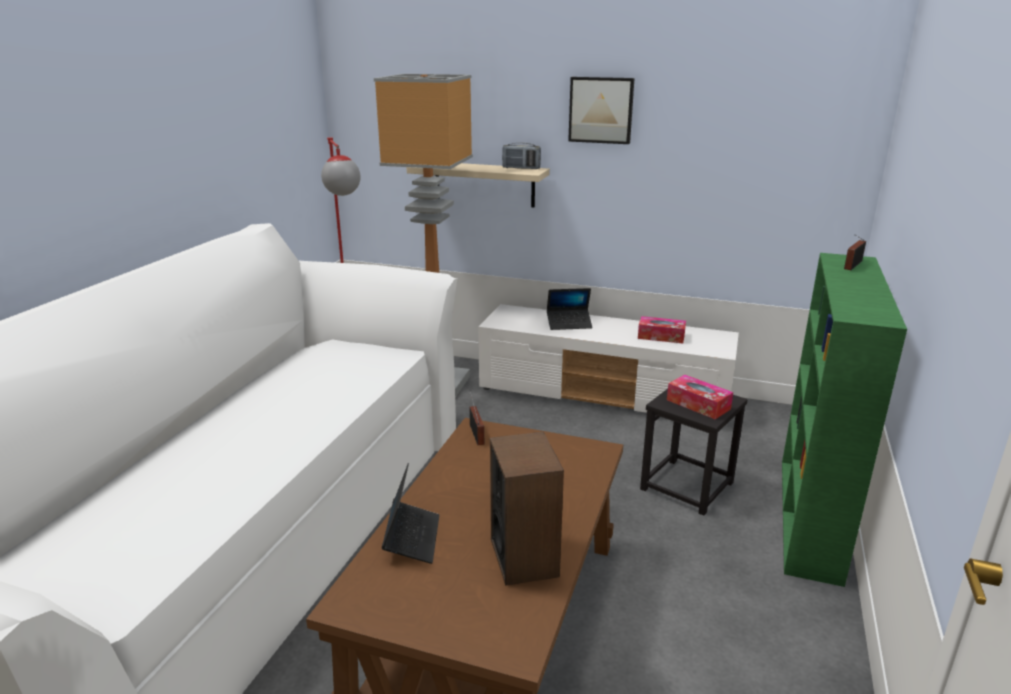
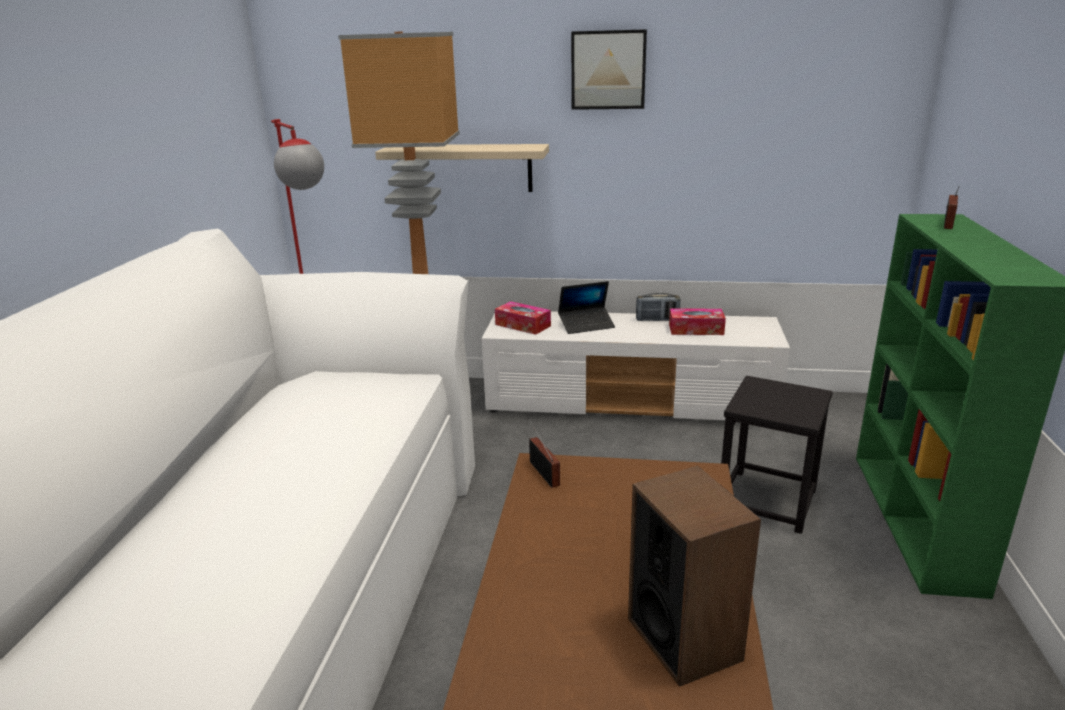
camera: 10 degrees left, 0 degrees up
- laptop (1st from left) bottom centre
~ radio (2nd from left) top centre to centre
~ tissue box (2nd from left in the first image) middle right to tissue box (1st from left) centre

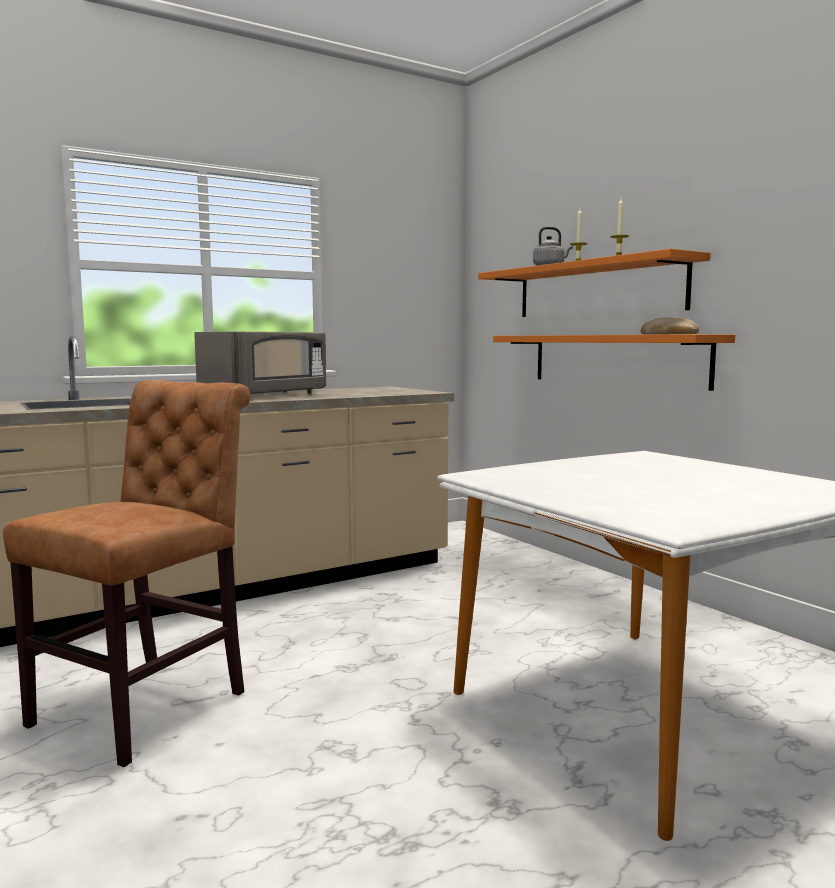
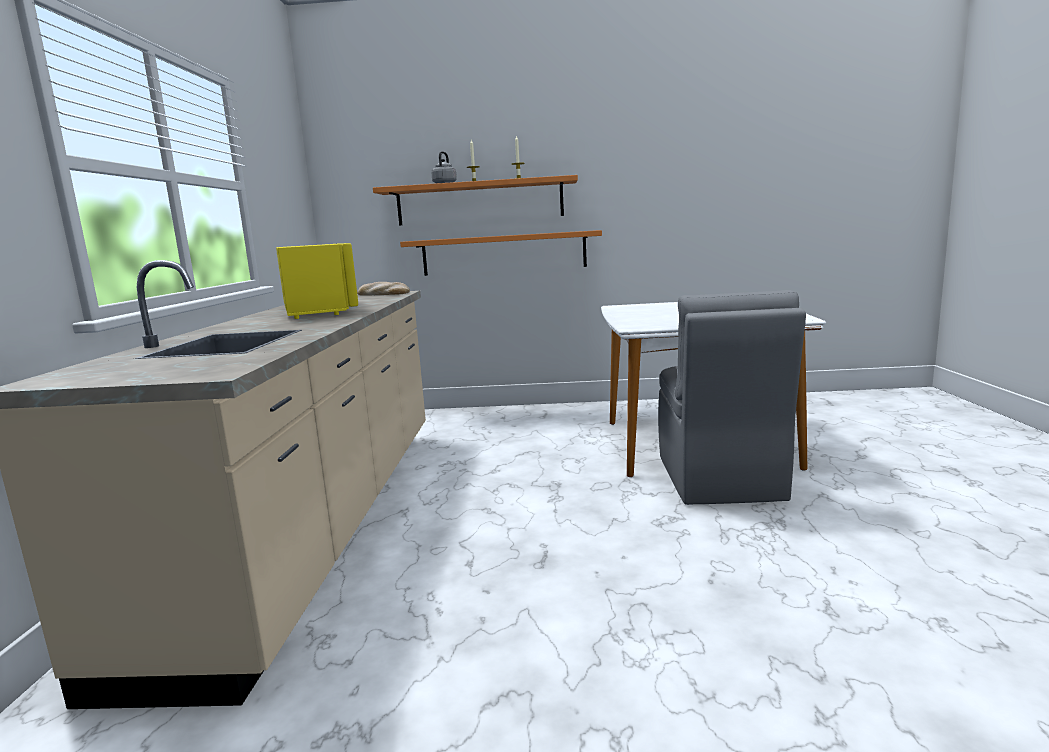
camera: 55 degrees left, 5 degrees up
- brown chair middle left
+ grey chair middle right
~ bread middle right to centre
~ grey microwave middle left to yellow microwave middle left

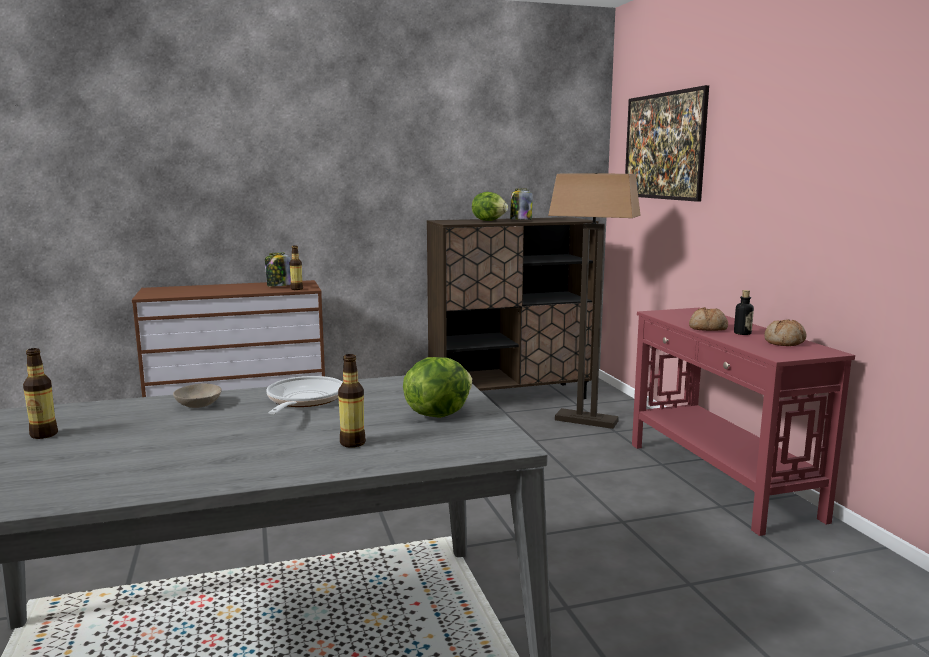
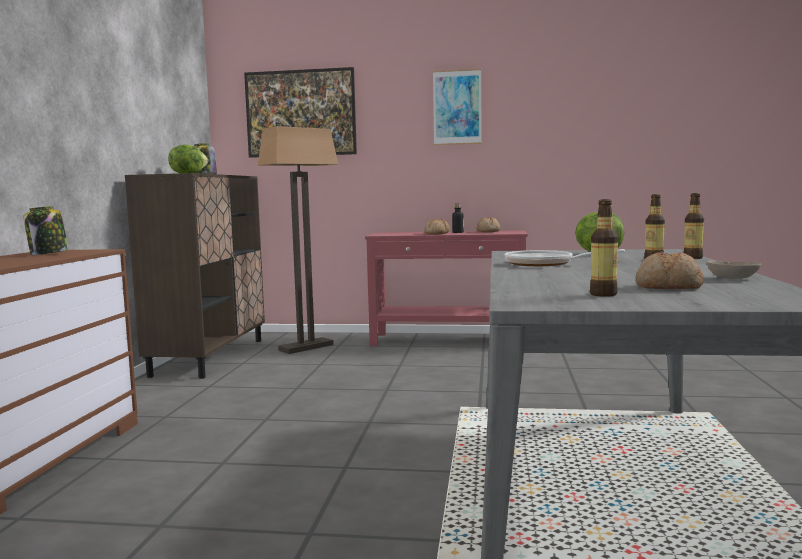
camera: 65 degrees left, 5 degrees down
+ picture (2nd from left) top centre
+ bread (3rd from left) middle right
~ beige bowl middle left to middle right
~ bottle (2nd from left in the first image) middle left to bottle (4th from left) middle right

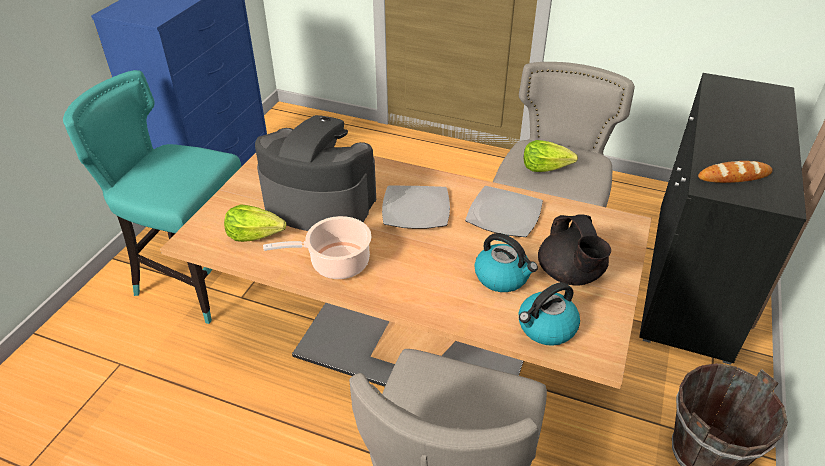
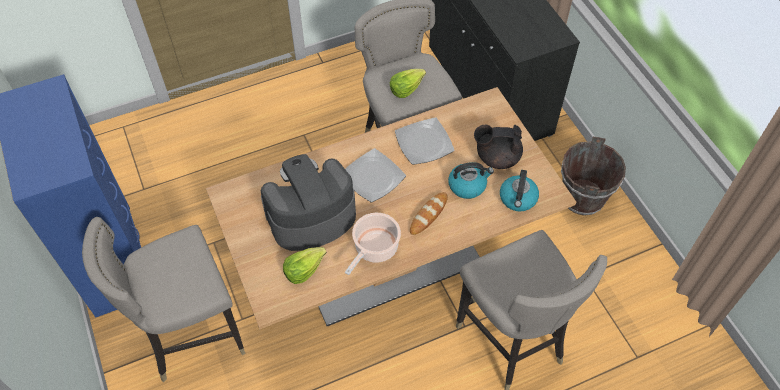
camera: 45 degrees left, 15 degrees up
~ bread middle right to centre
~ turquoise stool middle left to grey stool (1st from left) bottom left
~ black teapot middle right = centre 150 degrees clockwise

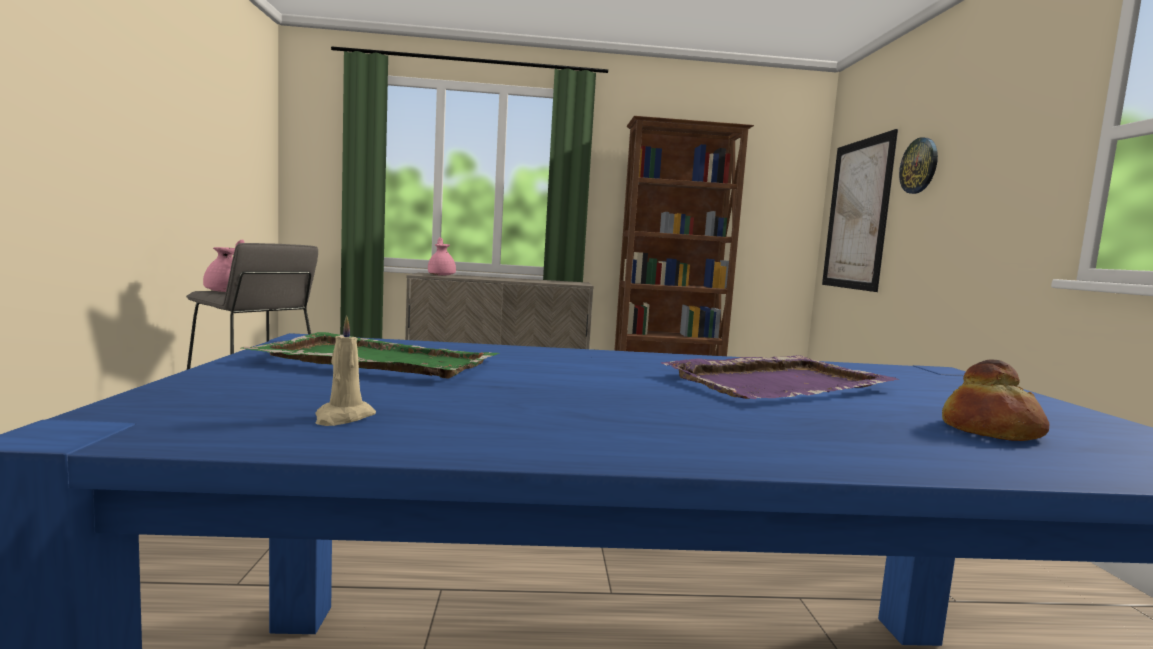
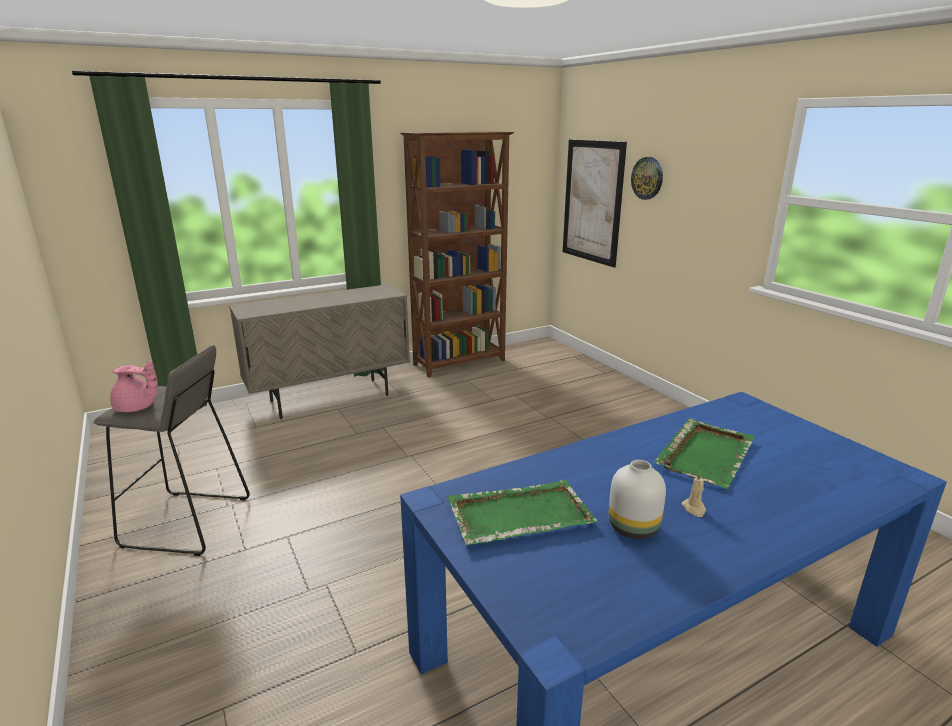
camera: 25 degrees left, 15 degrees up
- pink teapot (2nd from left) centre
- bread middle right
+ white vase bottom right
~ beige candle middle left to bottom right
~ purple tray middle right to green tray (2nd from left) middle right

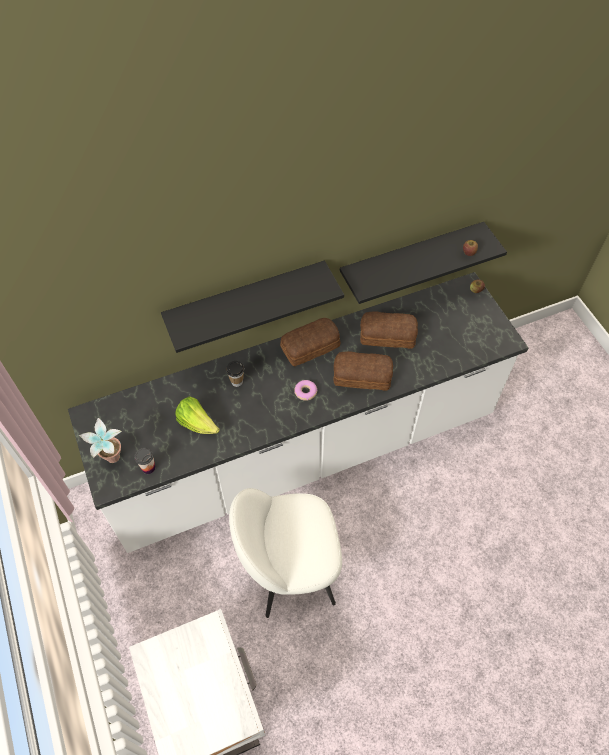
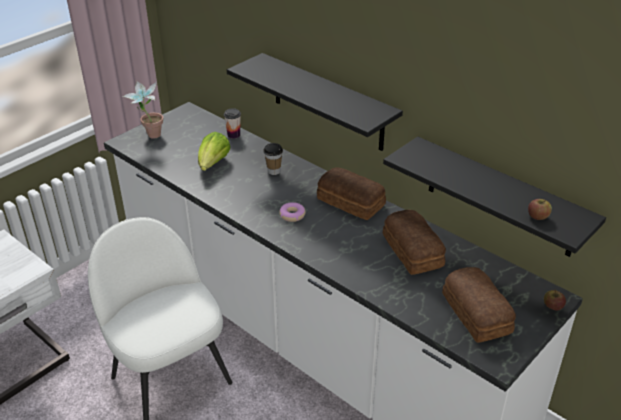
camera: 65 degrees right, 20 degrees down
~ cup (1st from left) middle left to top centre
~ bread (2nd from left in the first image) centre to bread (3rd from left) bottom right

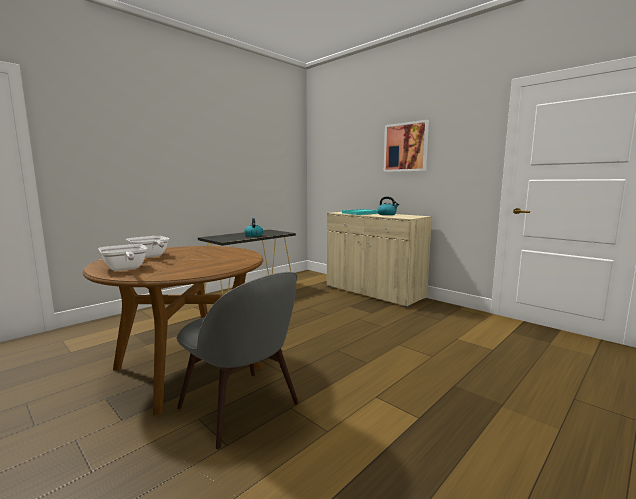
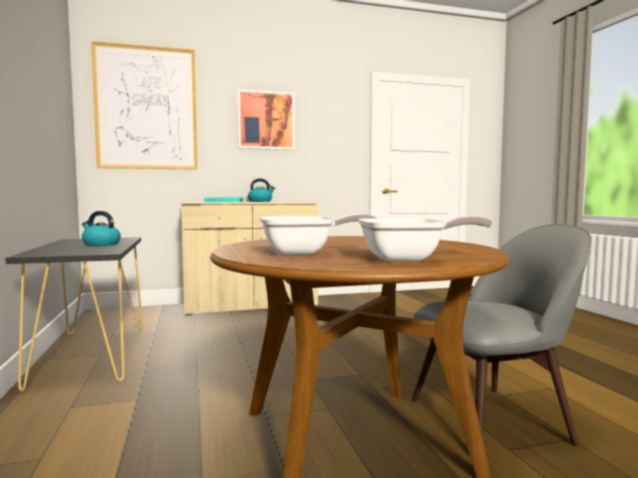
camera: 60 degrees left, 5 degrees down
+ picture (1st from left) top left

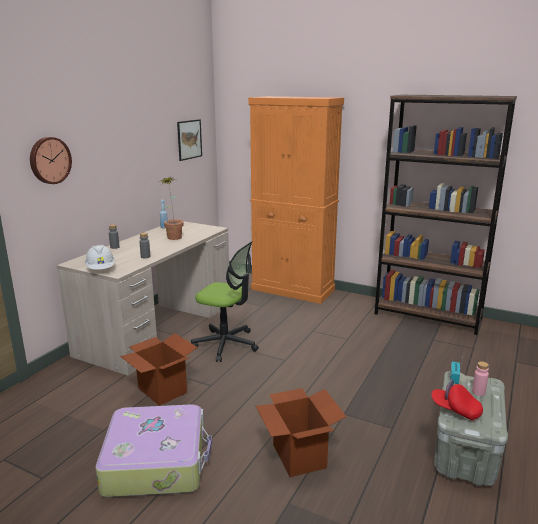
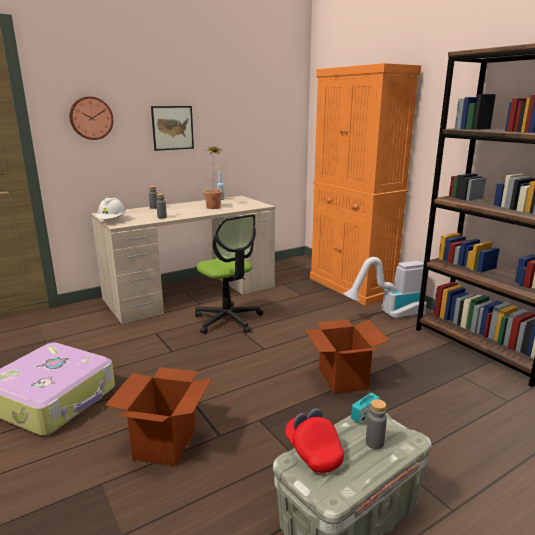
camera: 30 degrees right, 0 degrees up
+ vacuum cleaner middle right
~ cardboard box (1st from left in the first image) bottom left to cardboard box (2nd from left) centre
~ picture top centre to top left
~ pink bottle bottom right to grey bottle (3rd from left) bottom right

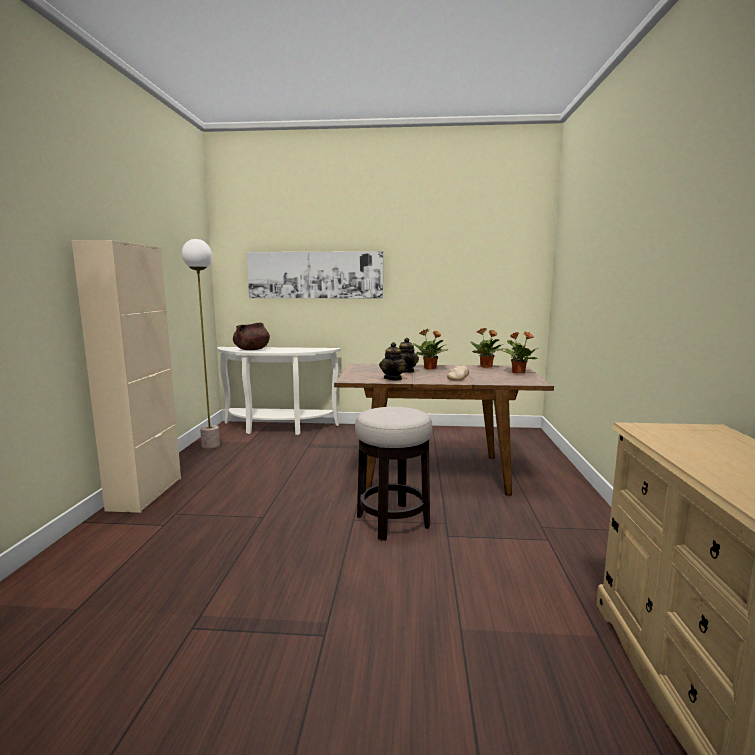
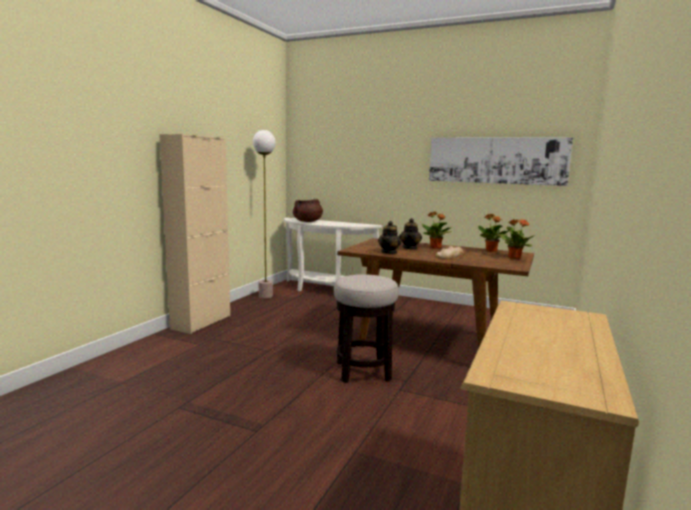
camera: 20 degrees right, 0 degrees up
~ picture centre to top right

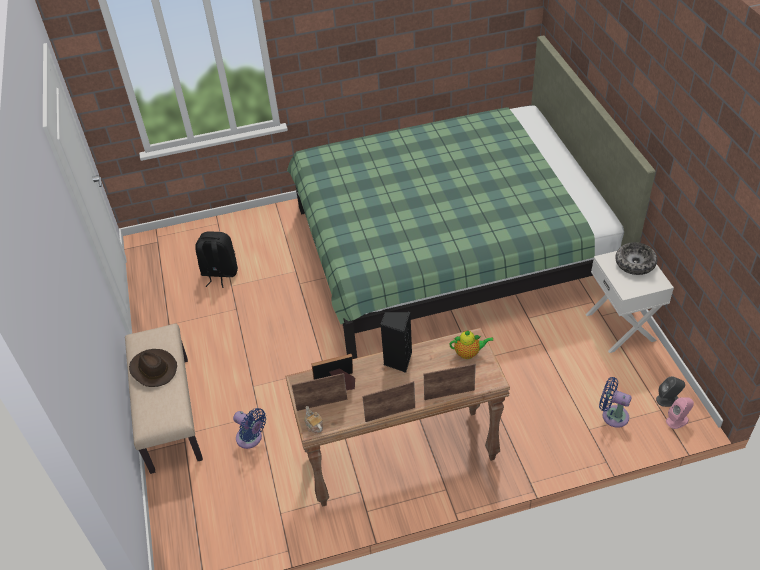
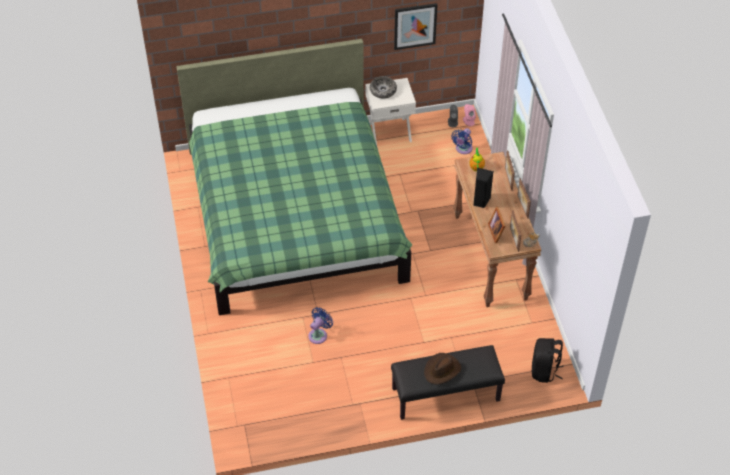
camera: 90 degrees left, 5 degrees up
+ picture top centre
~ black backpack middle left to bottom right
~ blue fan (1st from left) bottom left to bottom centre
~ beige bench bottom left to black bench bottom centre

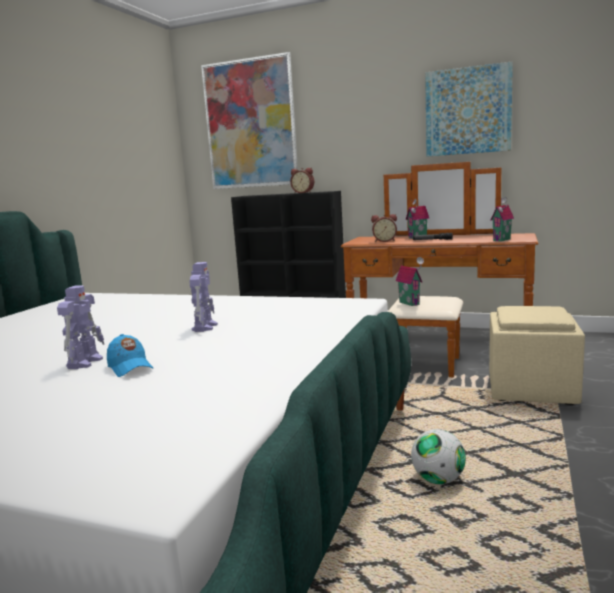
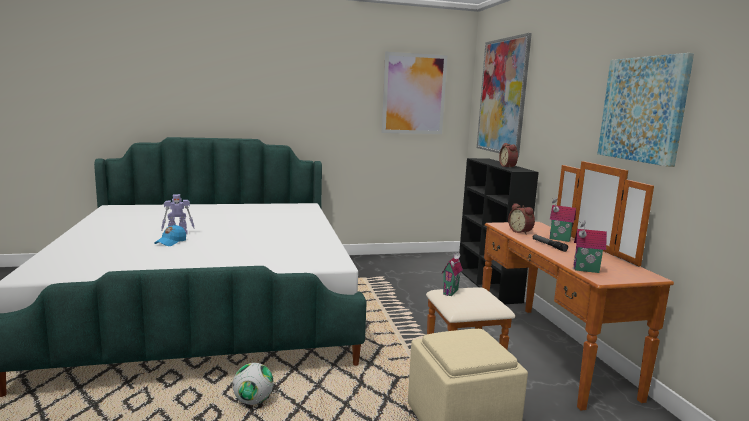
camera: 55 degrees right, 0 degrees up
- toy robot (2nd from left) middle left
+ picture (1st from left) top centre

